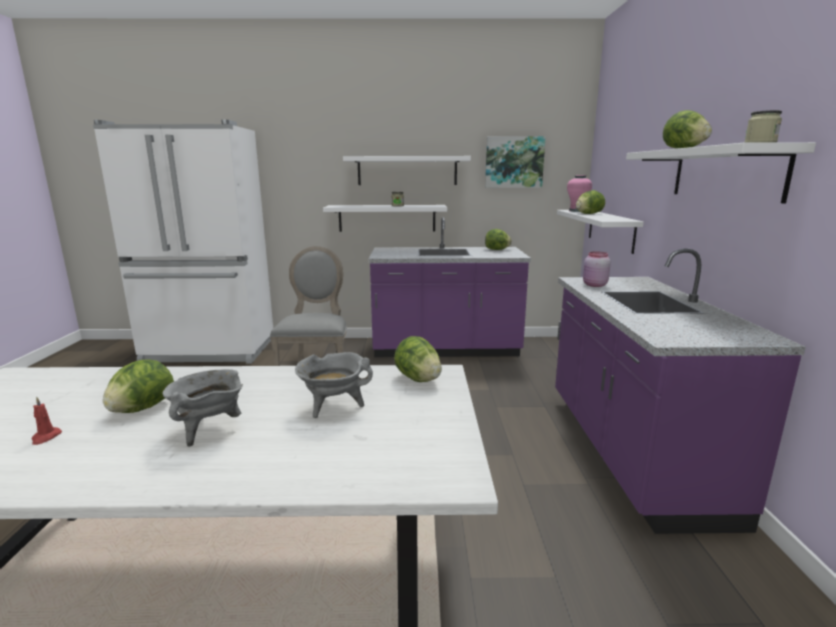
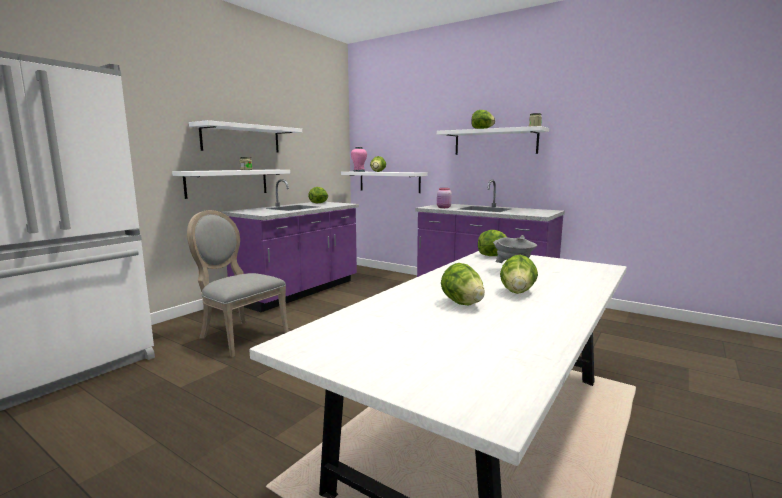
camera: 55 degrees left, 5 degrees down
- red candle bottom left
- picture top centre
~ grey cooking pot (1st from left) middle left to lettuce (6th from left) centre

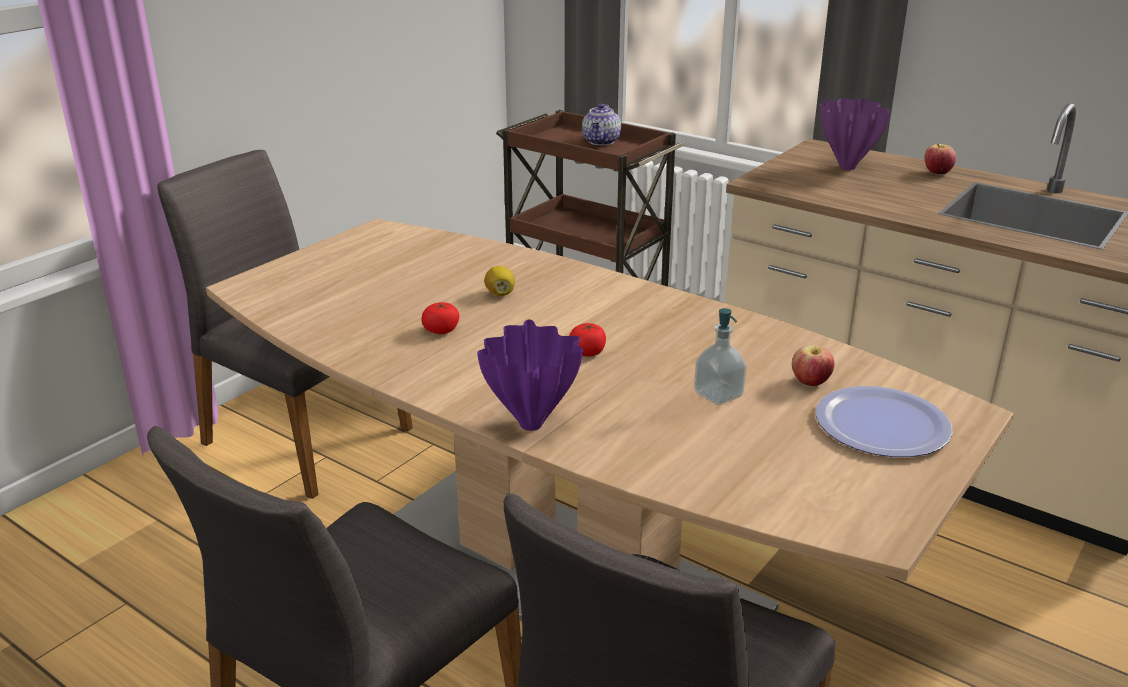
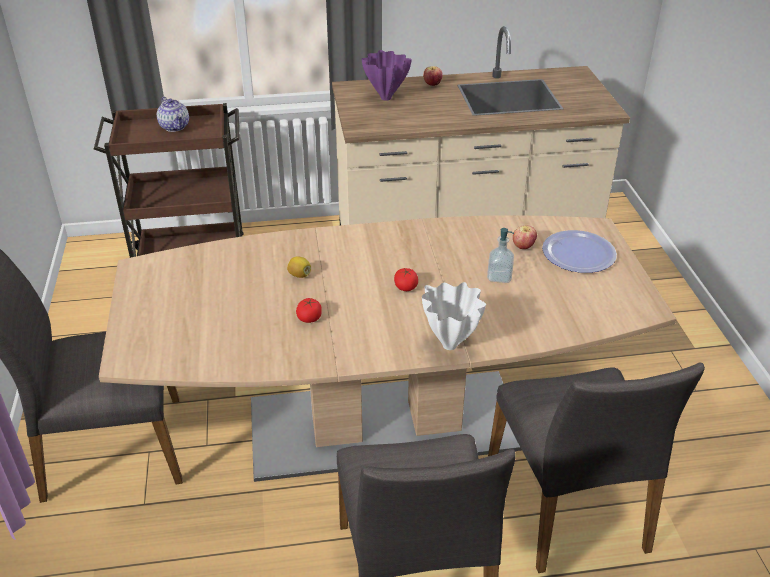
camera: 45 degrees left, 10 degrees up
~ purple vase (1st from left) centre to white vase centre

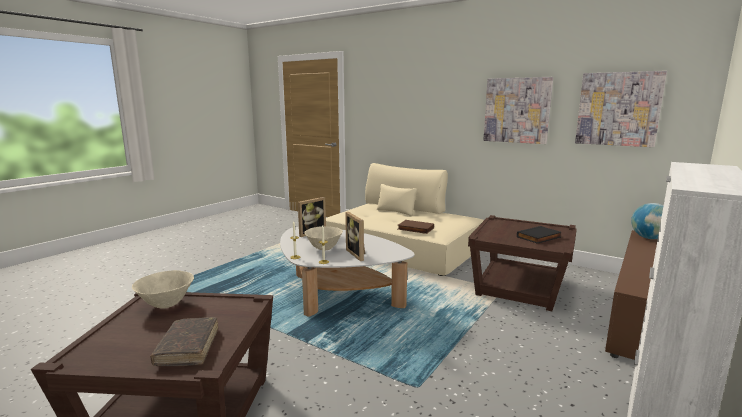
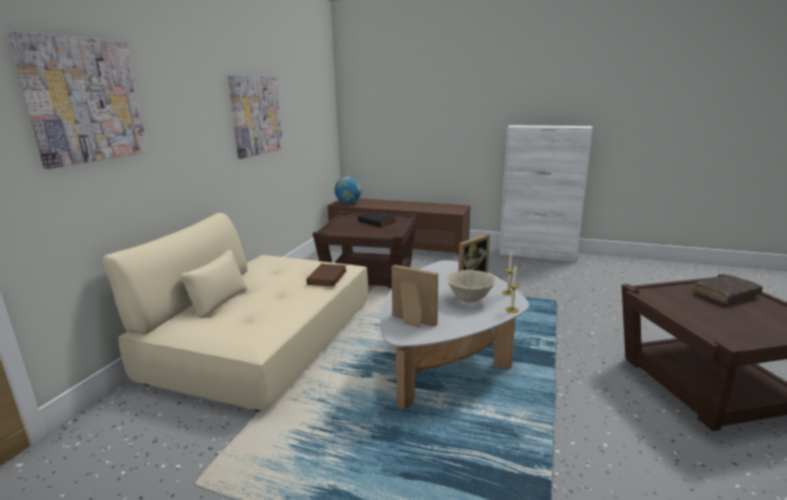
camera: 105 degrees left, 5 degrees up
- beige bowl (1st from left) bottom left
~ picture (2nd from left in the first image) top right to picture (1st from left) top left

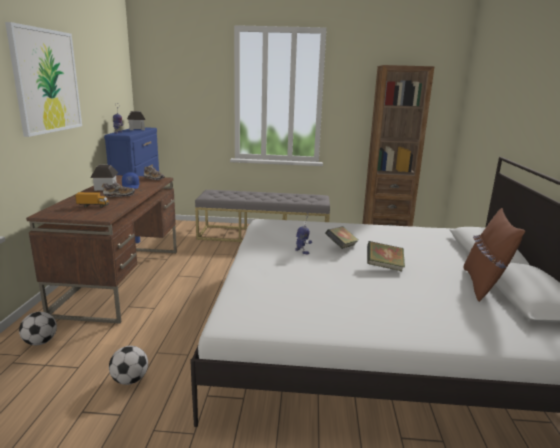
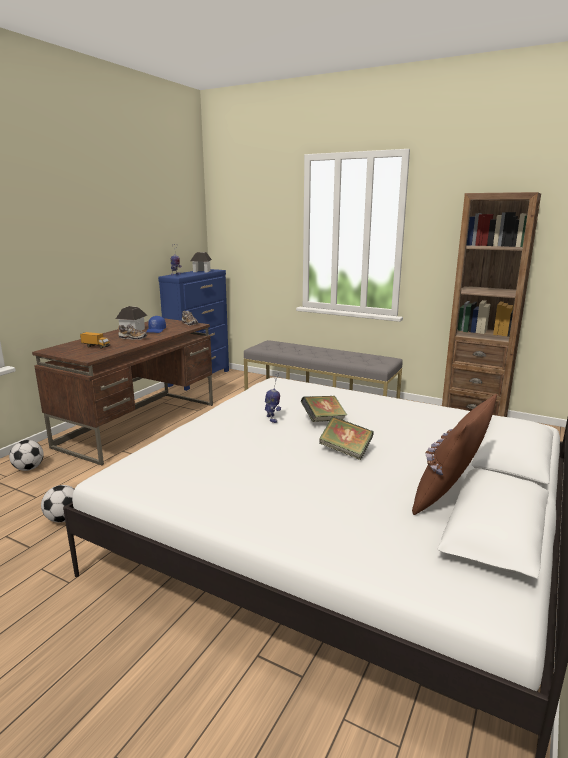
camera: 25 degrees right, 0 degrees up
- picture top left

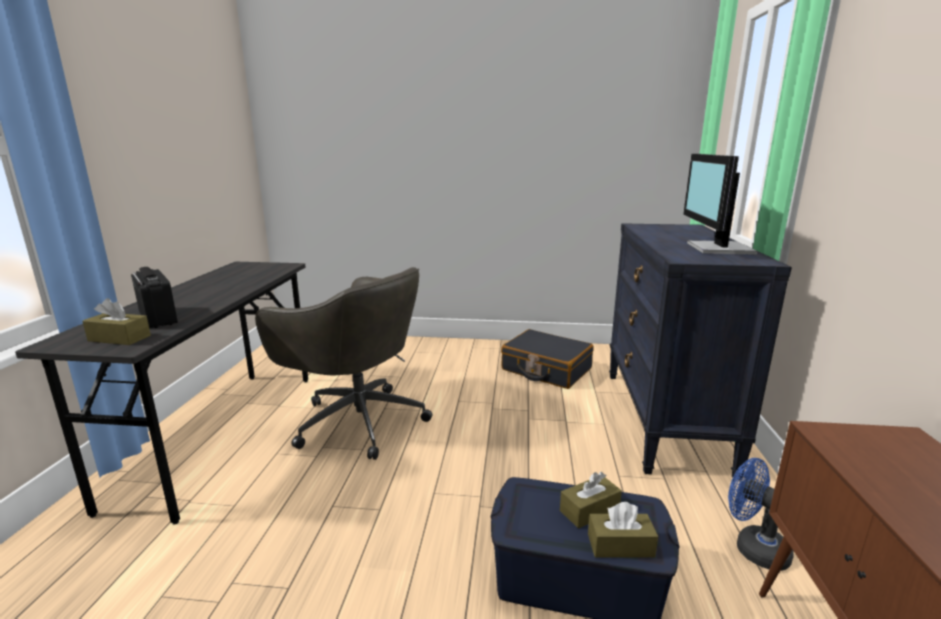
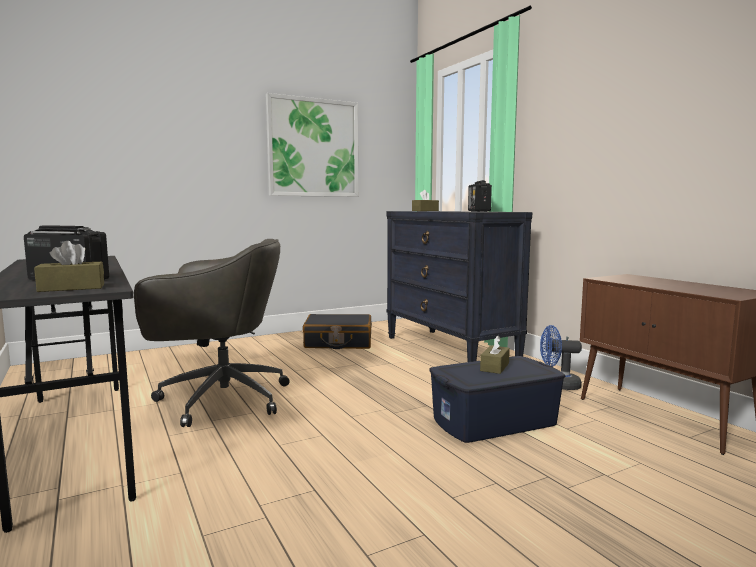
camera: 35 degrees left, 10 degrees down
+ picture top centre
~ brown tissue box (3rd from left in the first image) bottom centre to brown tissue box (2nd from left) centre
~ monitor top right to radio (2nd from left) centre

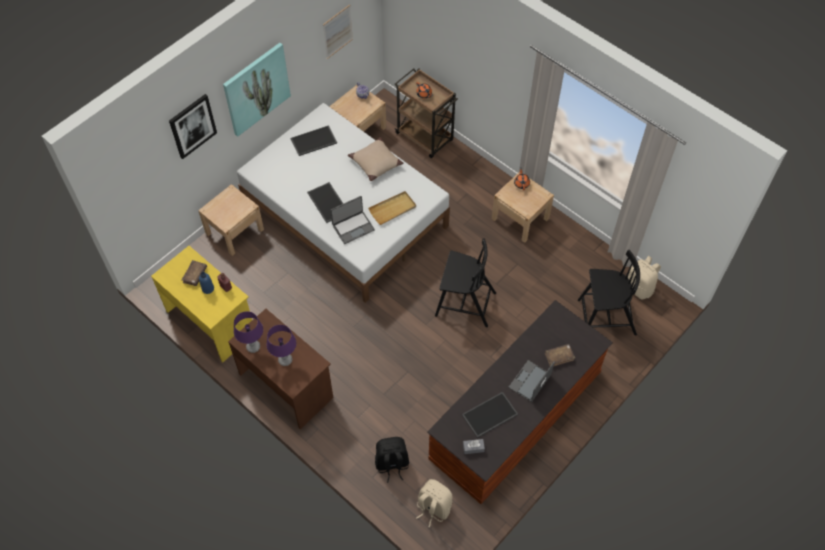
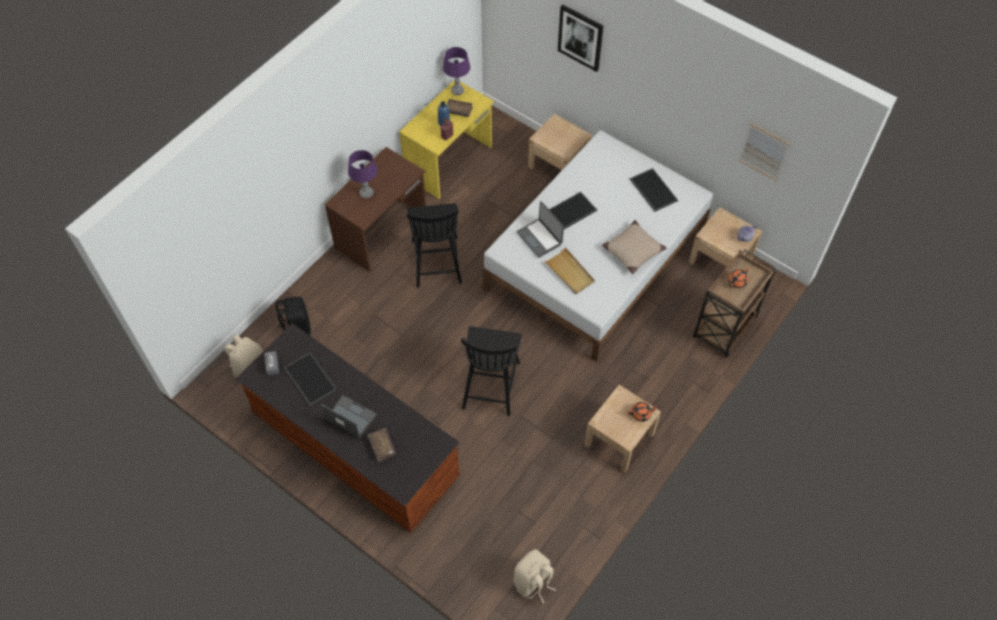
camera: 85 degrees right, 0 degrees up
- picture (2nd from left) top left
~ purple table lamp (1st from left in the first image) middle left to purple table lamp (2nd from left) top centre
~ black chair (2nd from left in the first image) middle right to black chair (1st from left) centre

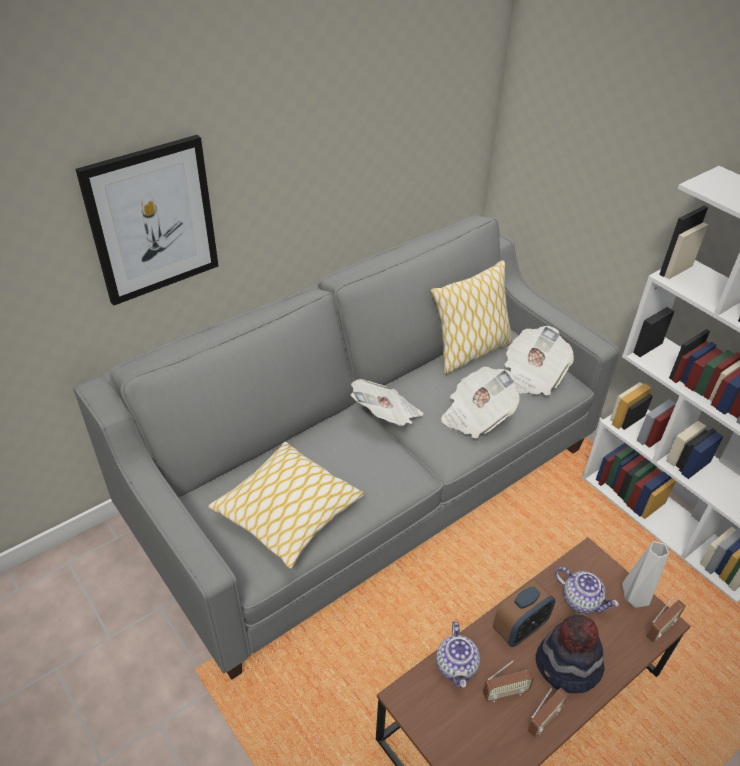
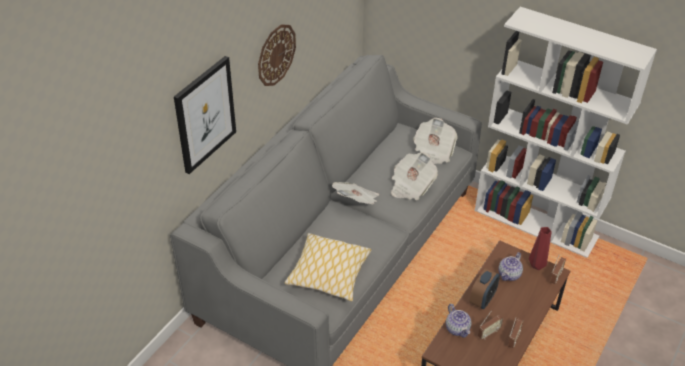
camera: 20 degrees left, 0 degrees up
- pillow (2nd from left) centre
- hat bottom right
+ wall clock top centre
~ grey vase bottom right to red vase bottom right
~ teapot (2nd from left) bottom right = bottom right 105 degrees clockwise

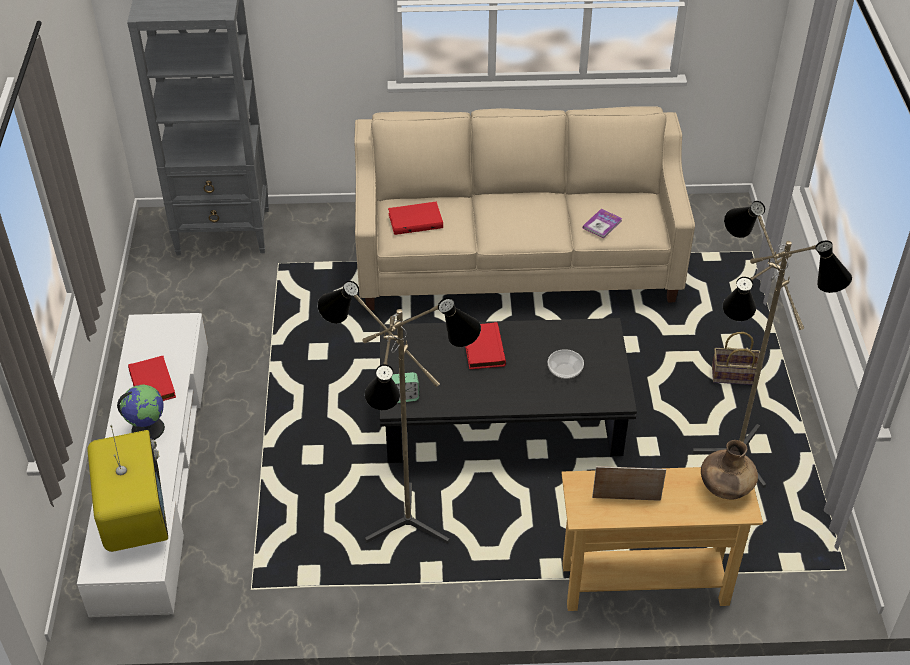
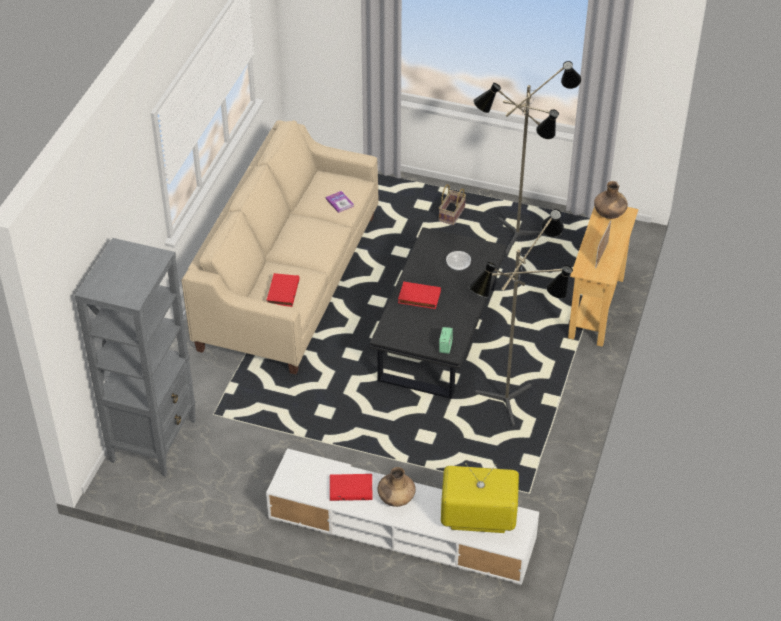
camera: 70 degrees left, 0 degrees up
~ globe middle left to brown vase (1st from left) bottom centre

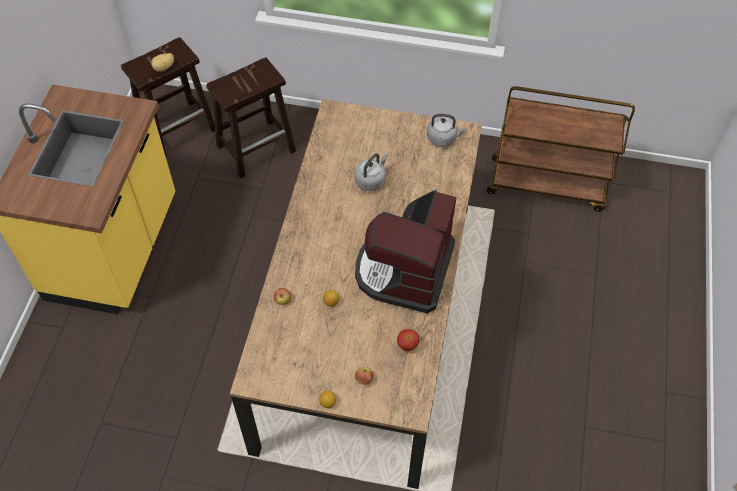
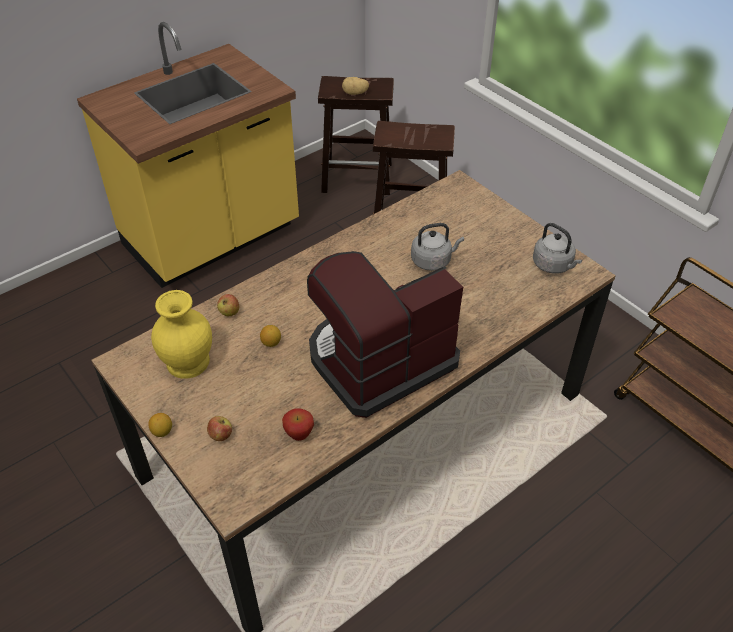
camera: 40 degrees right, 10 degrees down
+ yellow vase middle left

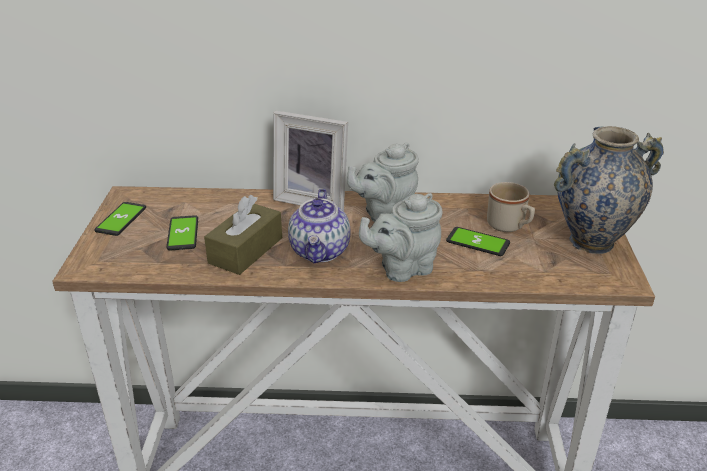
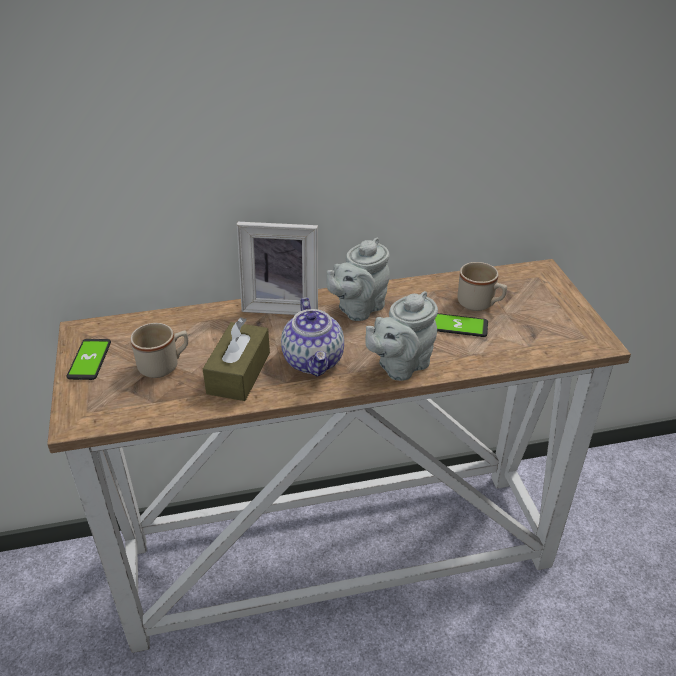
camera: 15 degrees left, 5 degrees up
- vase middle right
~ phone (2nd from left) middle left to beige mug (1st from left) middle left

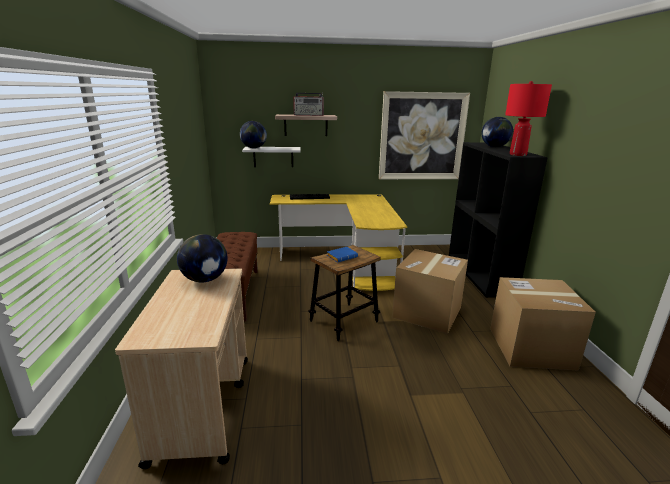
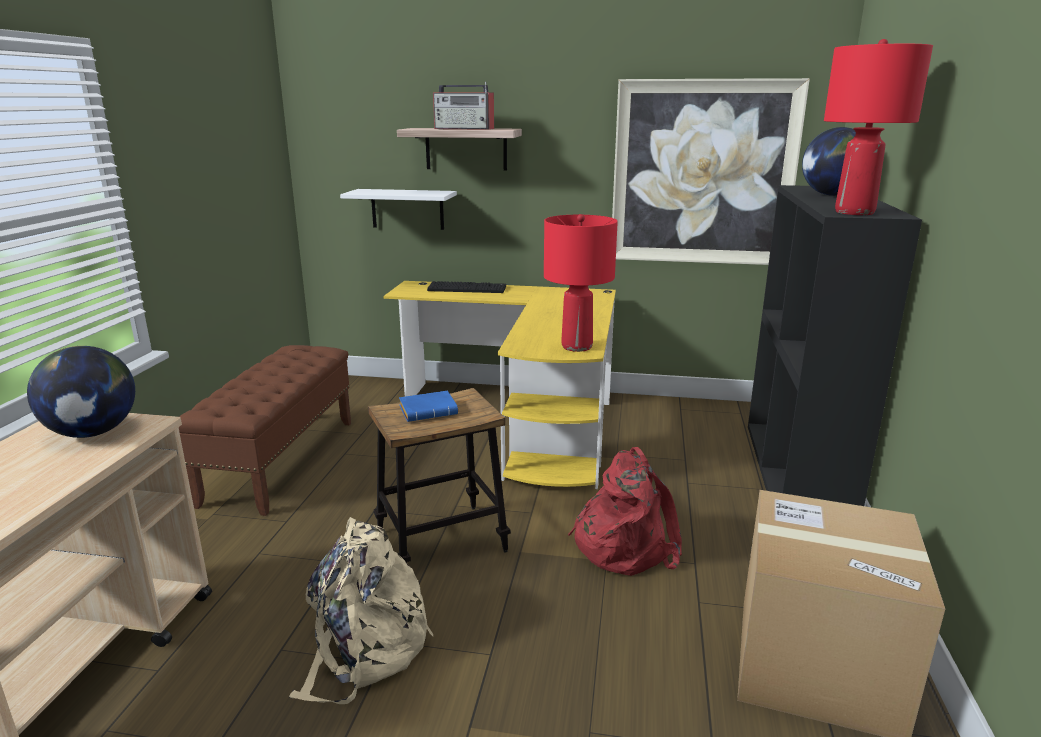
camera: 15 degrees right, 0 degrees up
- globe (2nd from left) top centre
+ beige backpack bottom centre
+ red table lamp (1st from left) centre
~ cardboard box (1st from left) centre to red backpack bottom centre

